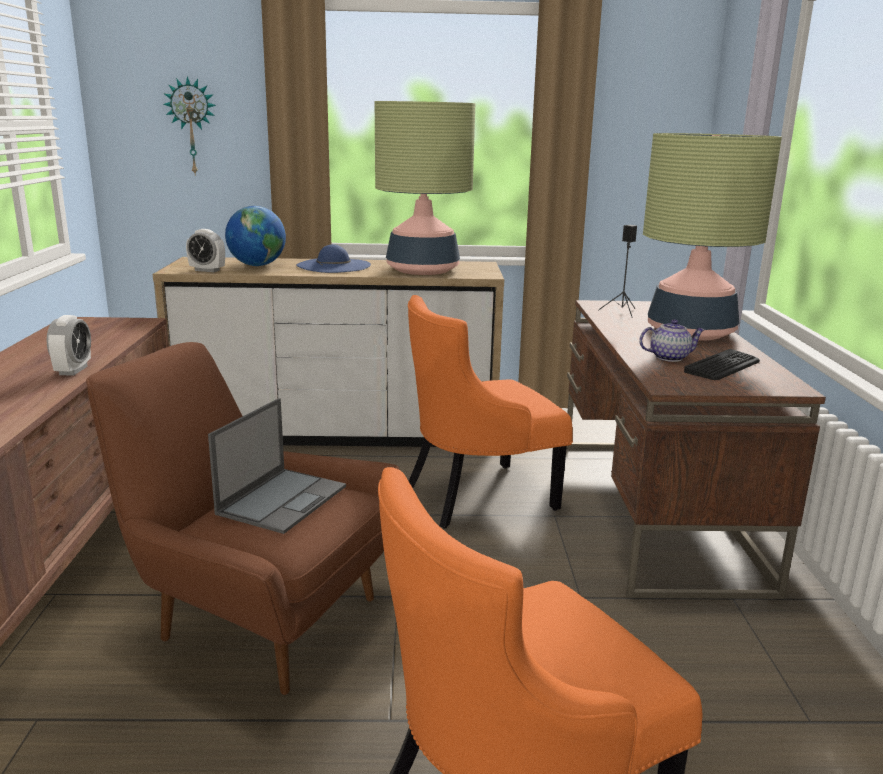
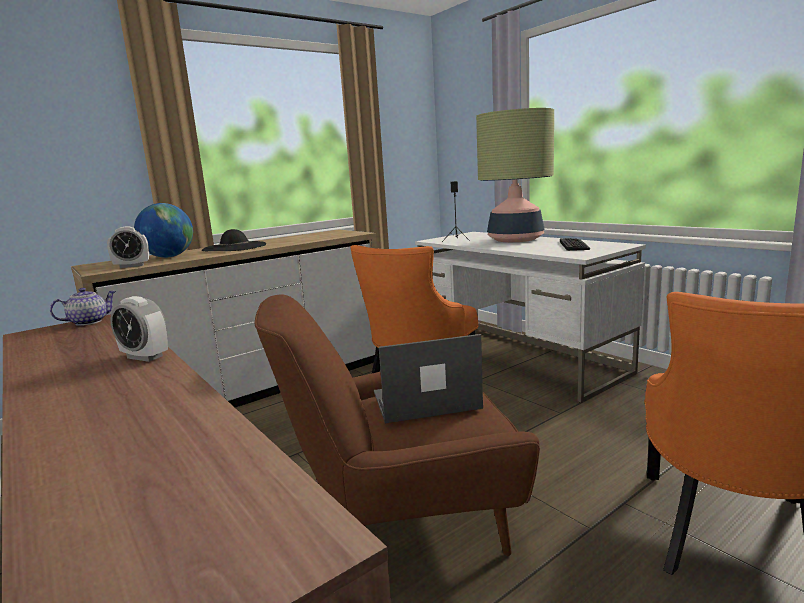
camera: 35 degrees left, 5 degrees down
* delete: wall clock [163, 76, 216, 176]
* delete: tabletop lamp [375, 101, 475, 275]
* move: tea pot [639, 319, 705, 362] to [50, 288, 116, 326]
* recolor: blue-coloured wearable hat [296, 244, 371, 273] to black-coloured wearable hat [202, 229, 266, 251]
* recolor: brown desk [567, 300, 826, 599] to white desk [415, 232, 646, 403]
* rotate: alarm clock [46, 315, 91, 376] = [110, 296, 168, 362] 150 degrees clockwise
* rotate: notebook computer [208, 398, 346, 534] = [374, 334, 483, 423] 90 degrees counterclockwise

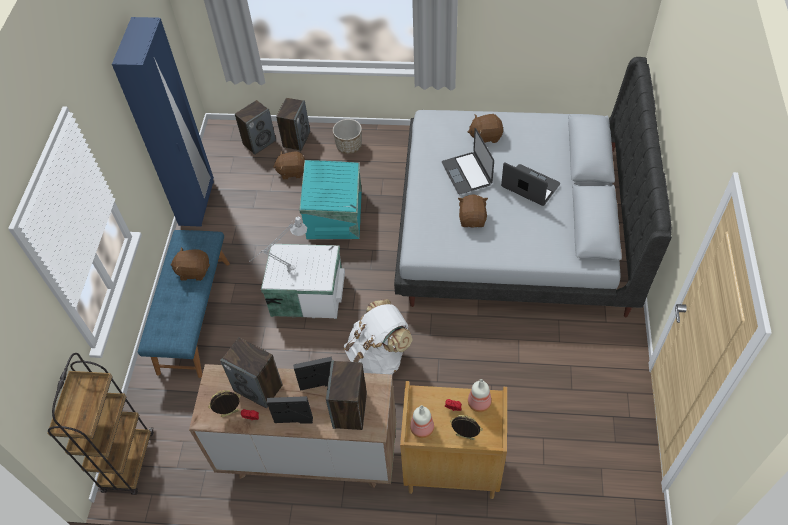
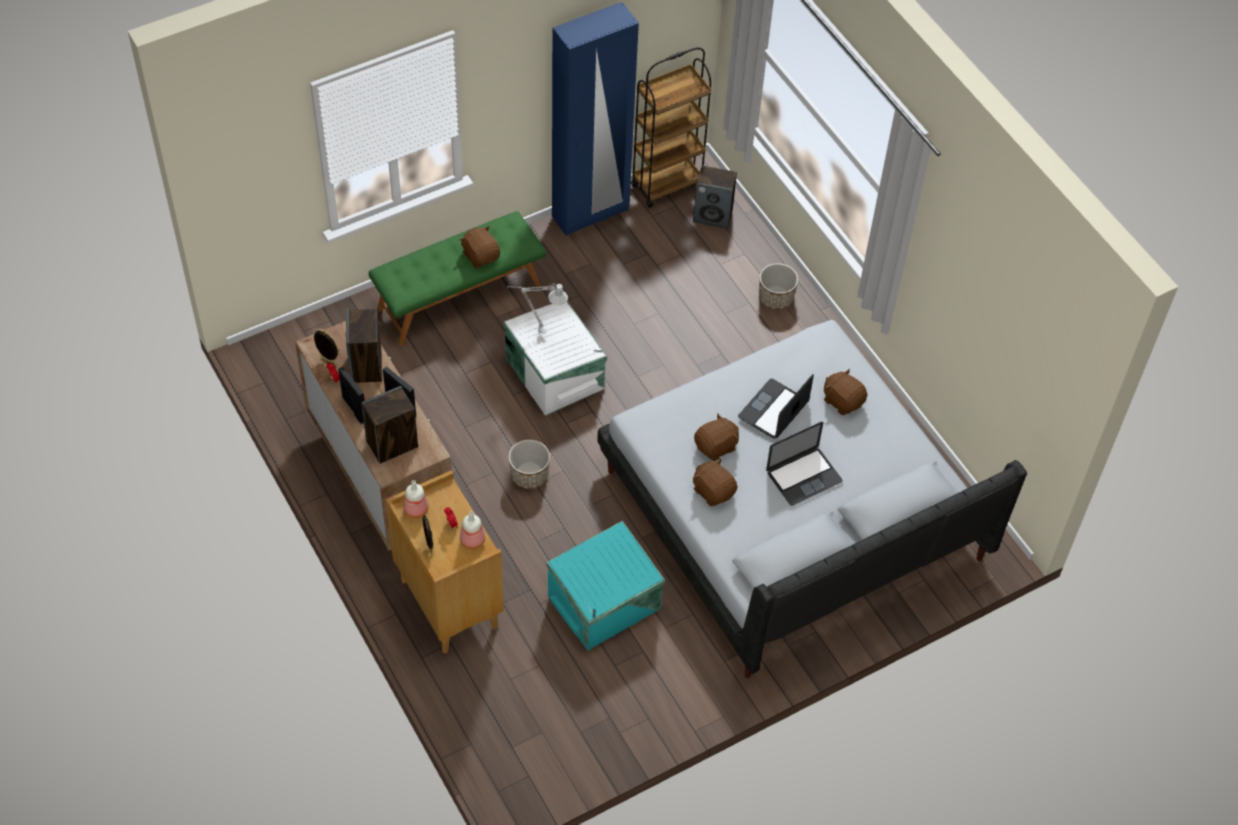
camera: 50 degrees right, 0 degrees up
* delete: audio speaker [276, 98, 310, 151]
* move: brown wheeled cart [47, 353, 154, 495] to [631, 47, 711, 208]
* move: brown soft toy [273, 152, 305, 179] to [693, 459, 738, 506]
* move: turquoise storage bin [299, 160, 362, 240] to [546, 521, 665, 651]
* replace: white backpack [344, 299, 412, 375] to planter [509, 440, 550, 489]
* recolor: blue-coloured long seat [138, 230, 230, 378] to greenish long seat [369, 211, 546, 346]
* rotate: notebook computer [501, 162, 560, 206] = [766, 422, 843, 506] 60 degrees clockwise

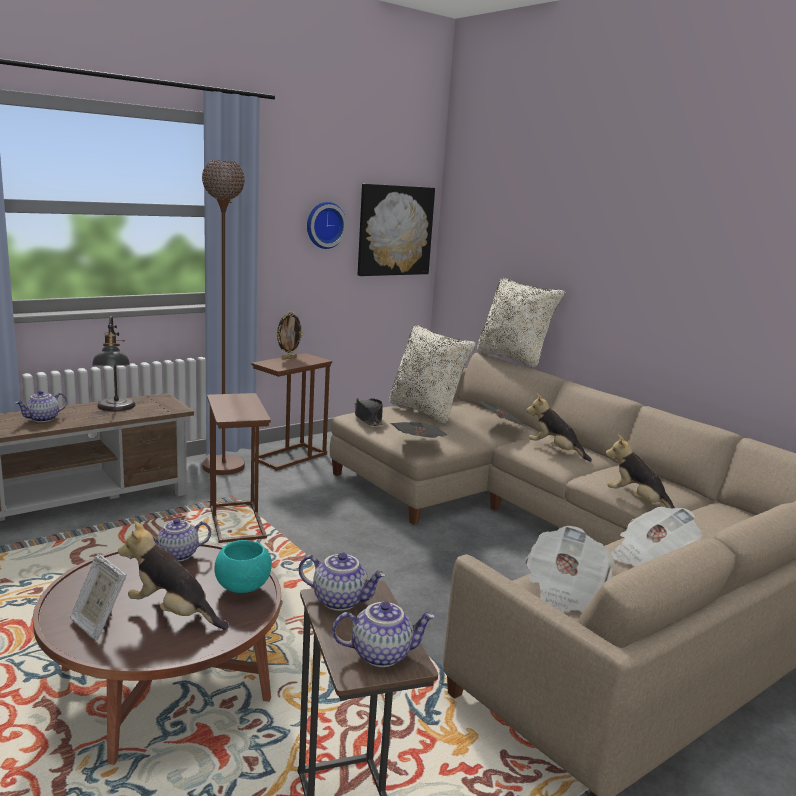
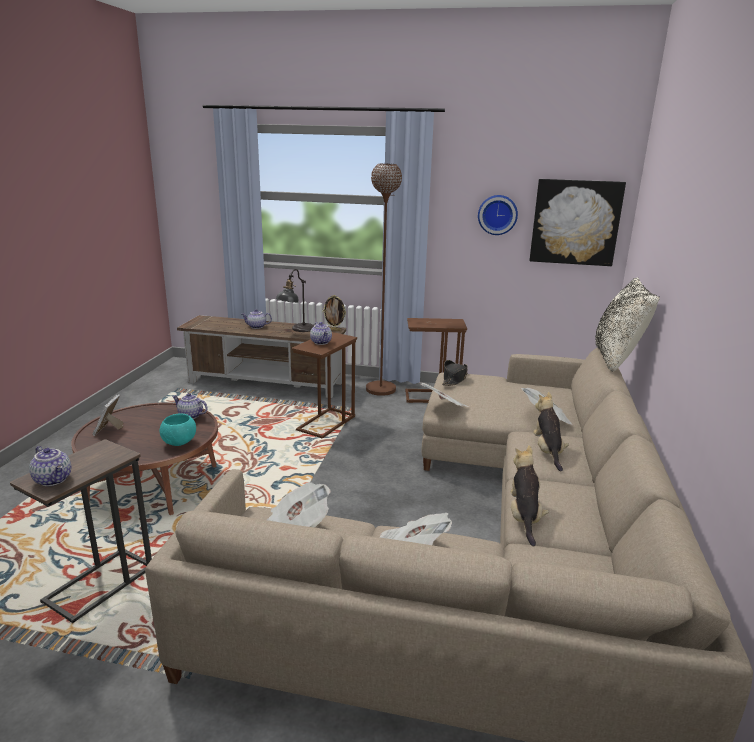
camera: 50 degrees right, 5 degrees up
* delete: soft toy [118, 521, 229, 630]
* delete: beige-coloured cushion [389, 325, 476, 423]
* move: standing frame [276, 312, 304, 359] to [322, 295, 346, 331]
* move: tea pot [299, 552, 386, 611] to [310, 322, 332, 345]

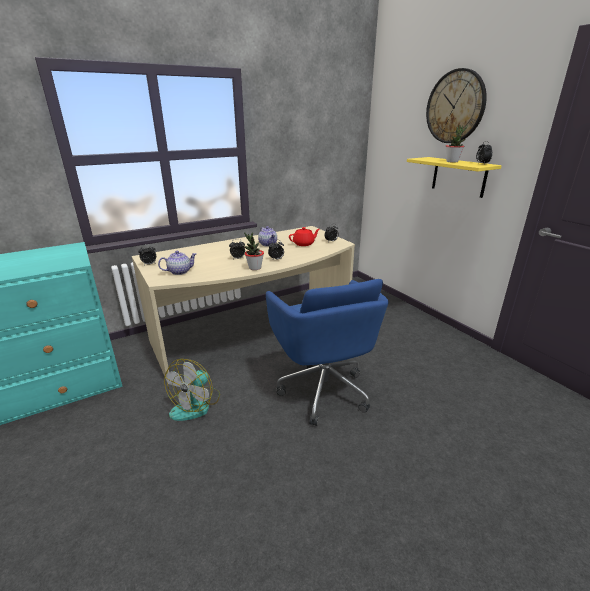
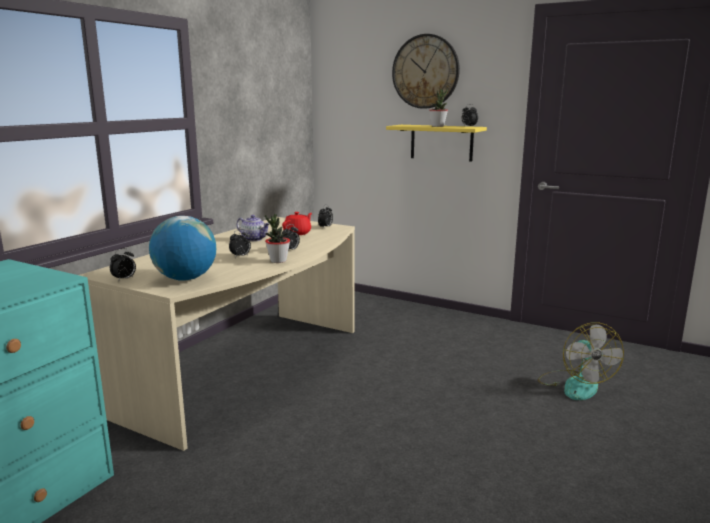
camera: 30 degrees left, 10 degrees down
* delete: blue-coloured computer chair [266, 279, 389, 426]
* move: electric fan [164, 359, 220, 421] to [538, 322, 624, 400]
* replace: tea pot [158, 251, 197, 275] to world globe [149, 216, 216, 281]

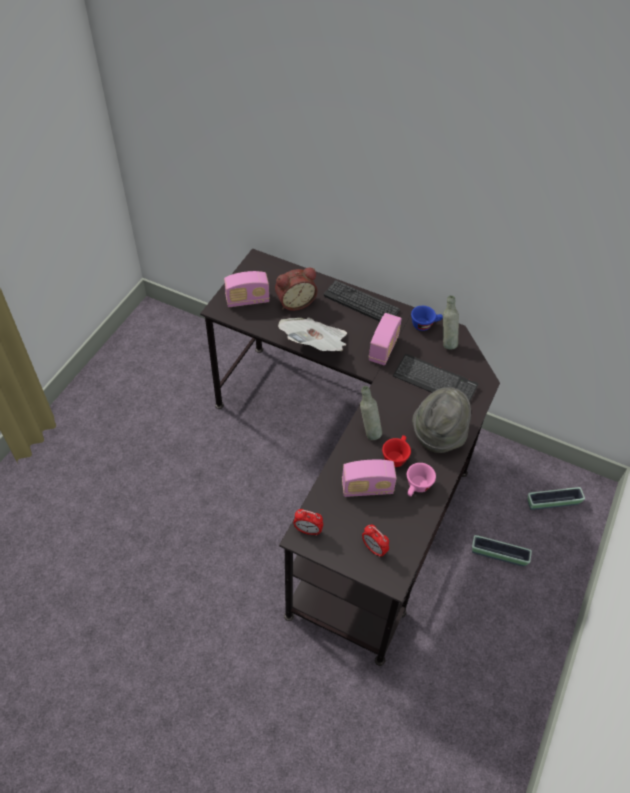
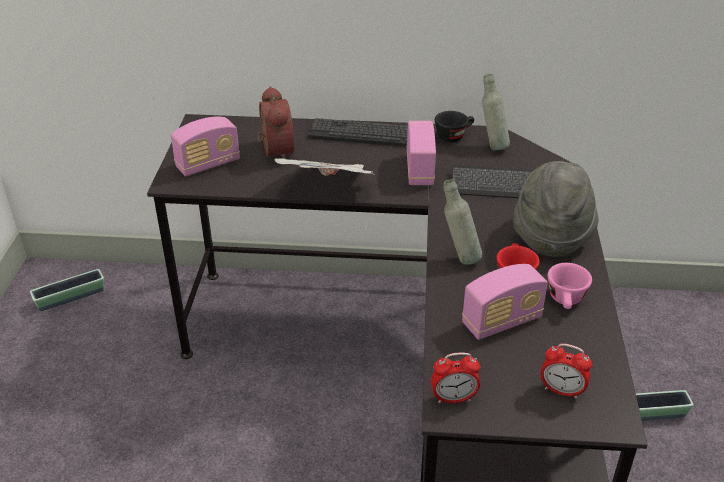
camera: 20 degrees left, 15 degrees down
* move: planter [528, 487, 585, 510] to [30, 269, 104, 311]
* recolor: blue-coloured drinking cup [411, 306, 443, 331] to black-coloured drinking cup [435, 111, 474, 142]
* rotate: alarm clock [275, 268, 318, 311] = [257, 86, 294, 159] 60 degrees counterclockwise

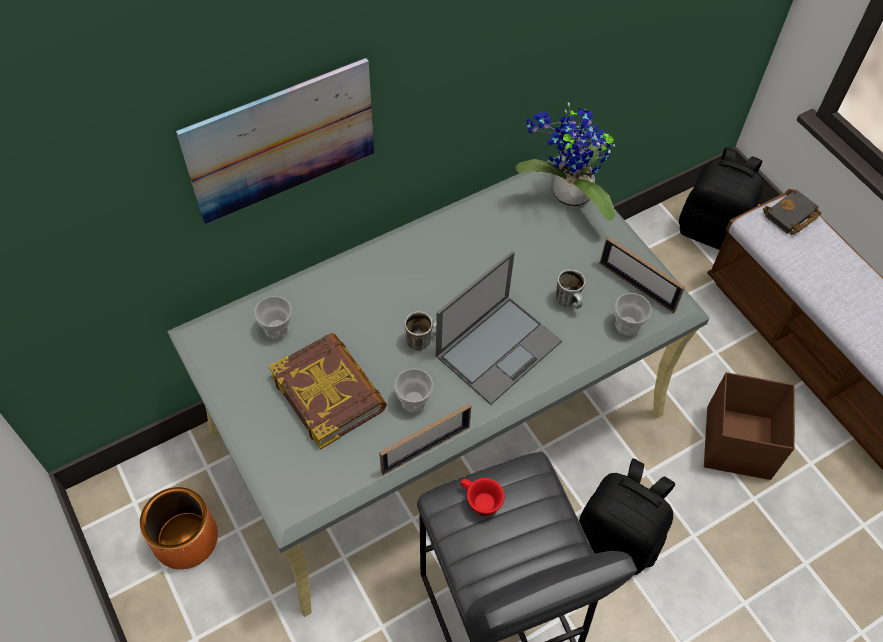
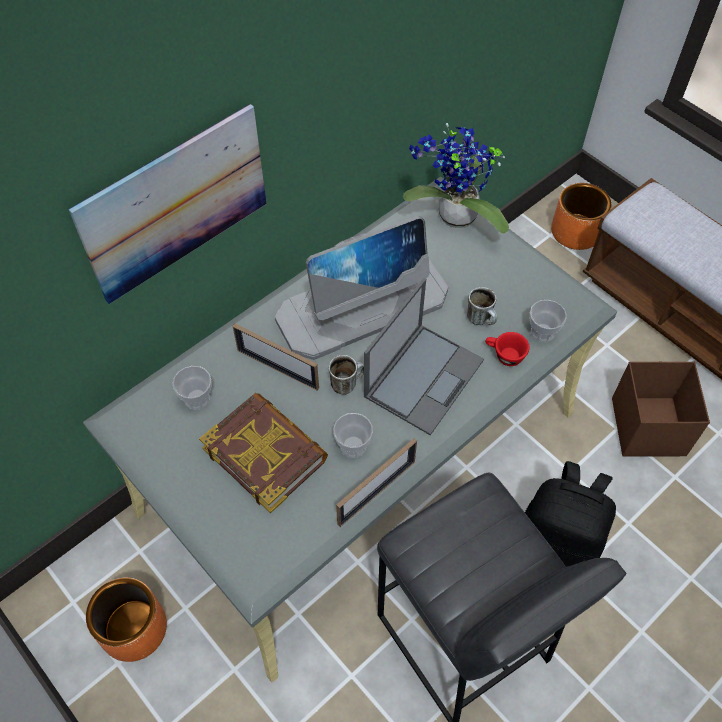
camera: 10 degrees left, 0 degrees up
* delete: black-coloured book [763, 189, 821, 235]
* insert: computer display [275, 216, 448, 360]
* move: red-coloured drinking cup [460, 478, 504, 516] to [485, 332, 530, 366]
* move: standing frame [599, 236, 685, 313] to [233, 323, 319, 391]
* replace: black-coloured backpack [679, 147, 763, 250] to orange-coloured planter [551, 183, 612, 250]

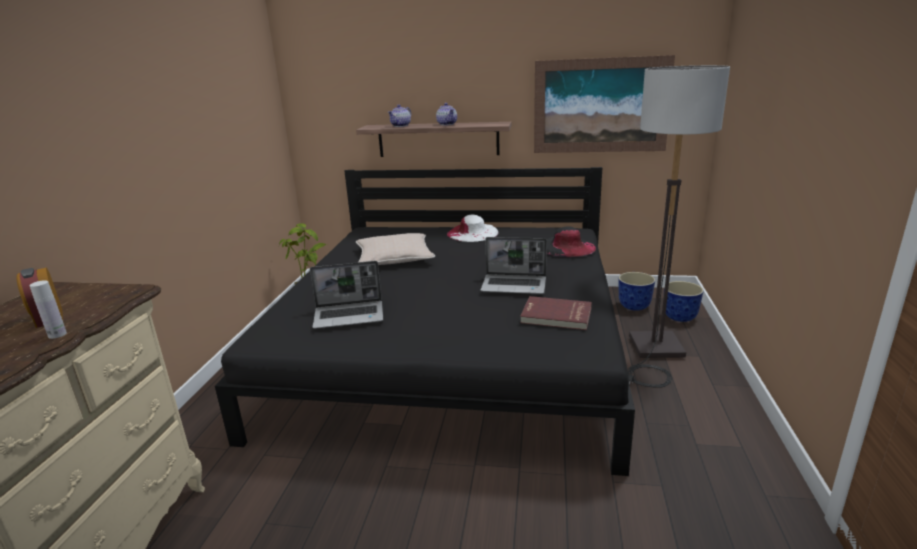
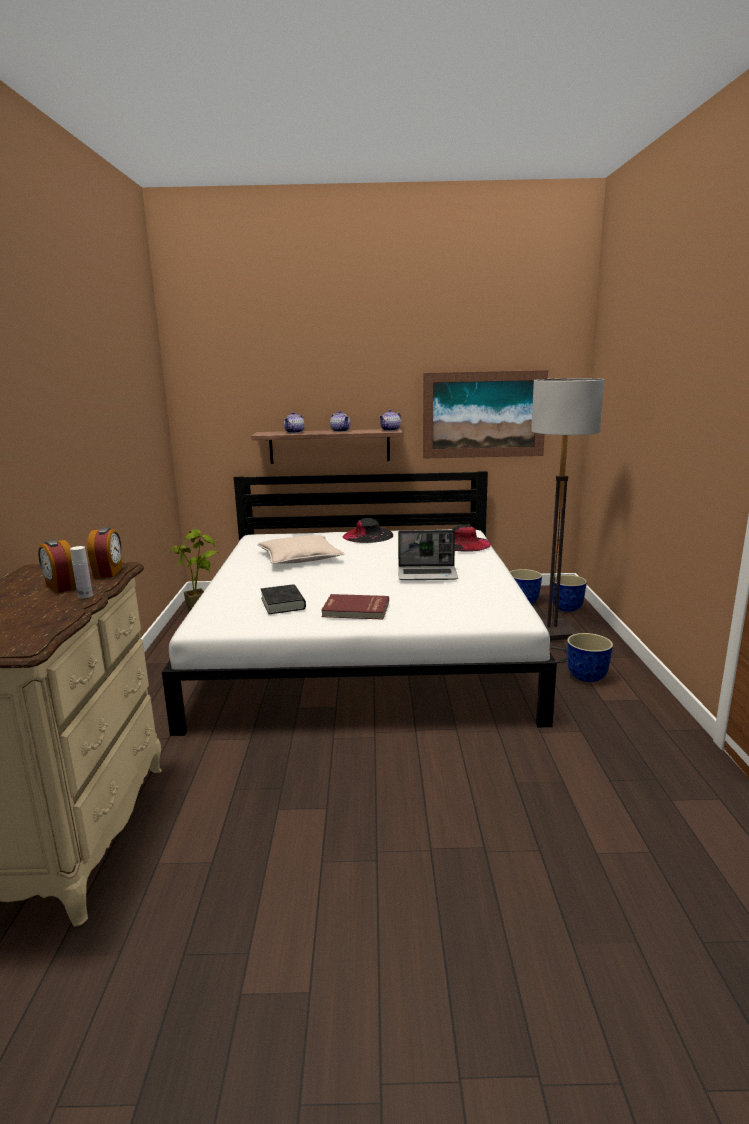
camera: 10 degrees left, 5 degrees down
* insert: alarm clock [87, 527, 122, 578]
* insert: tea pot [379, 409, 401, 431]
* insert: planter [567, 633, 613, 682]
* move: red-coloured book [520, 296, 592, 330] to [321, 594, 389, 620]
* replace: notebook computer [310, 261, 383, 329] to black-coloured book [260, 584, 306, 614]
* recolor: black-coloured bed [215, 167, 635, 476] to white bed [162, 471, 557, 736]
* recolor: white wearable hat [447, 215, 499, 242] to black-coloured wearable hat [343, 518, 393, 543]

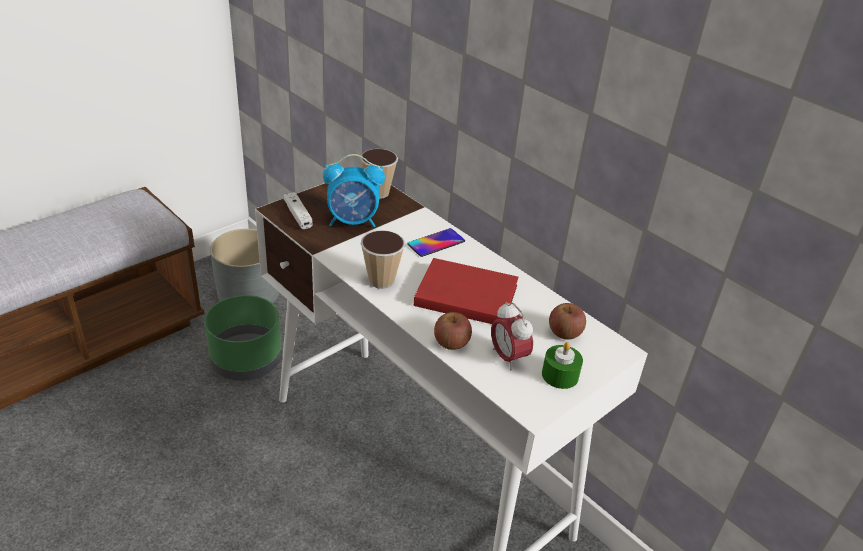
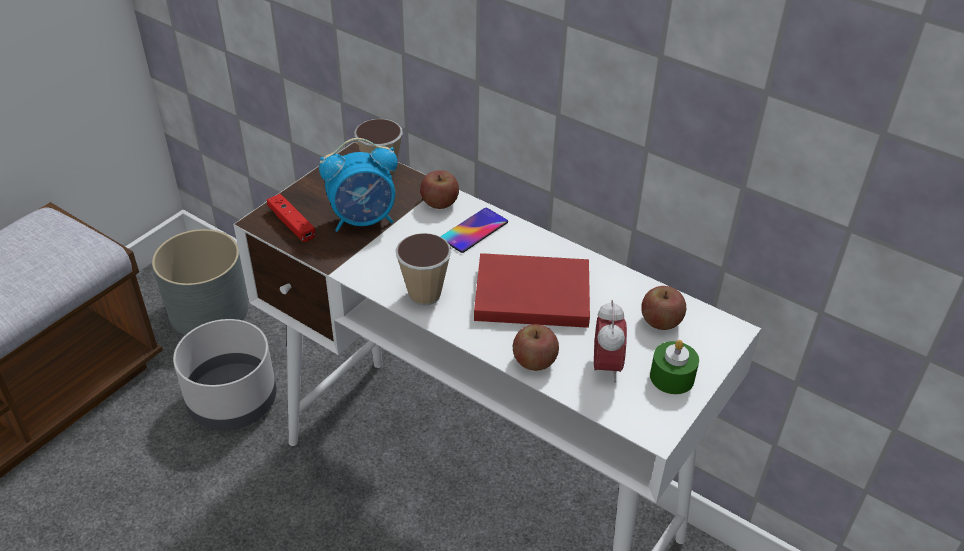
camera: 10 degrees left, 5 degrees up
* insert: whole apple [420, 170, 459, 209]
* recolor: greenish planter [204, 295, 282, 381] to grey planter [173, 319, 276, 430]
* recolor: white gamepad [284, 192, 313, 229] to red-coloured gamepad [267, 194, 315, 242]
* rotate: alarm clock [491, 302, 533, 370] = [594, 300, 627, 382] 135 degrees counterclockwise

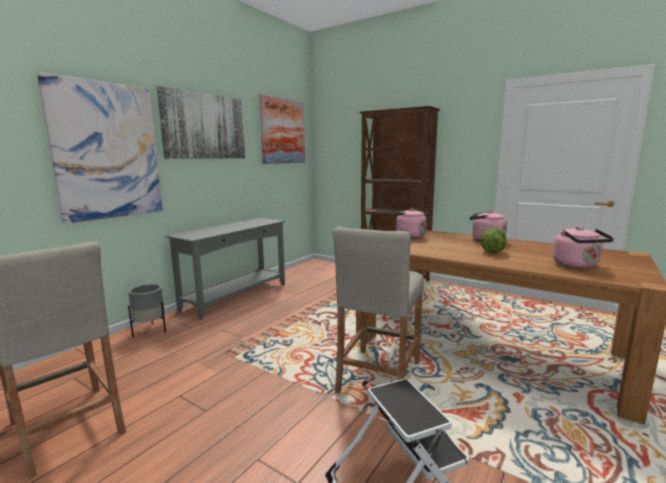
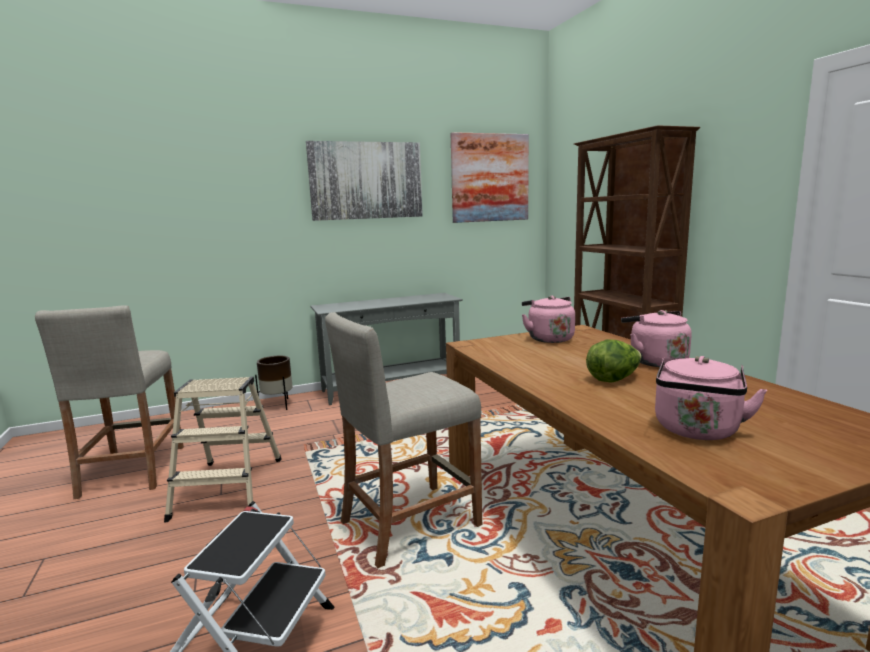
camera: 35 degrees right, 0 degrees up
* delete: picture [37, 72, 163, 224]
* insert: beige-coloured step stool [164, 376, 282, 522]
* recolor: grey planter [128, 284, 166, 337] to brown planter [255, 356, 293, 410]

